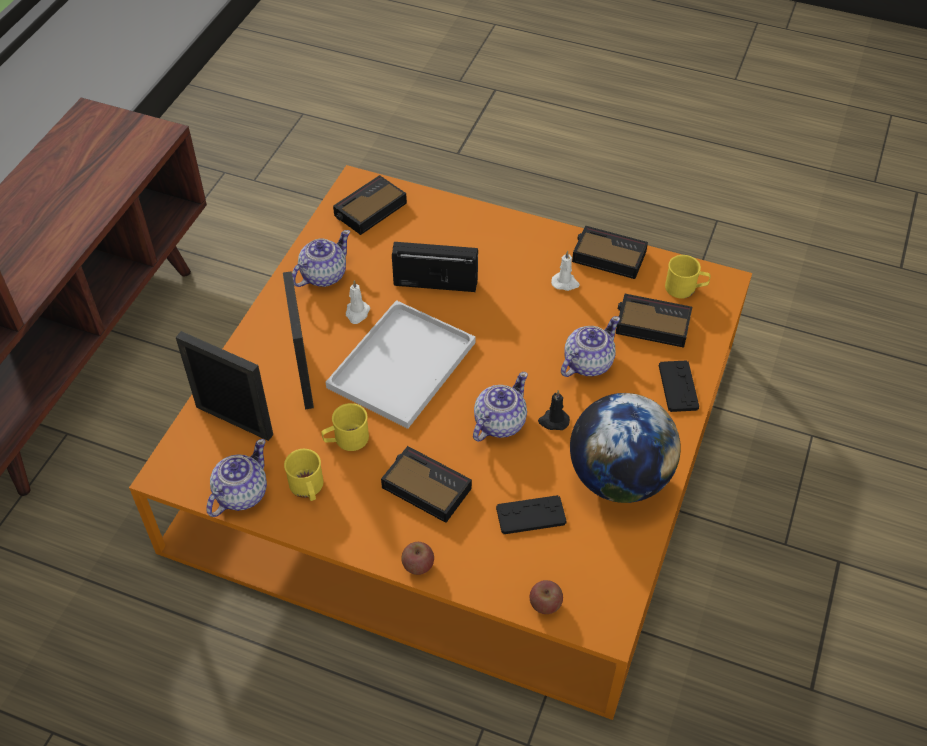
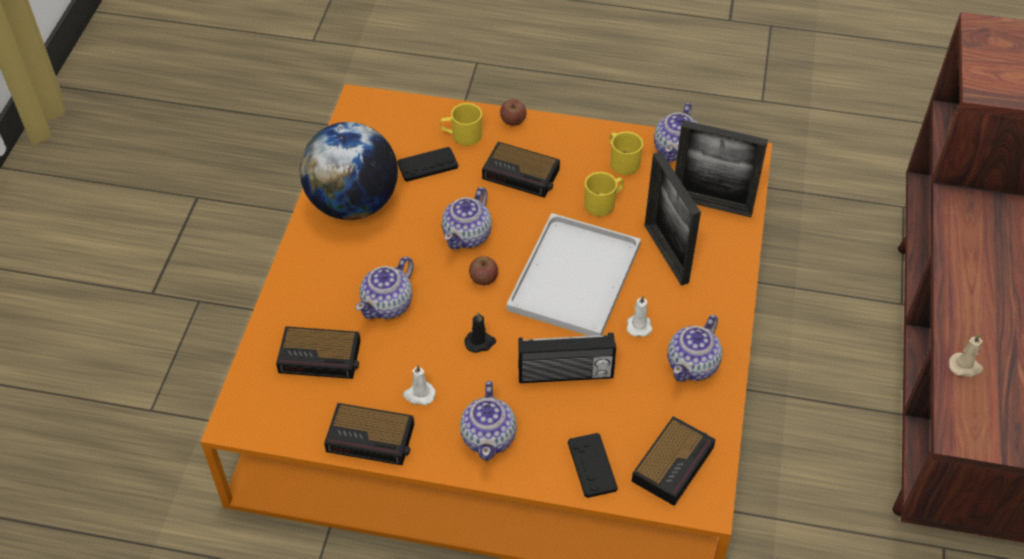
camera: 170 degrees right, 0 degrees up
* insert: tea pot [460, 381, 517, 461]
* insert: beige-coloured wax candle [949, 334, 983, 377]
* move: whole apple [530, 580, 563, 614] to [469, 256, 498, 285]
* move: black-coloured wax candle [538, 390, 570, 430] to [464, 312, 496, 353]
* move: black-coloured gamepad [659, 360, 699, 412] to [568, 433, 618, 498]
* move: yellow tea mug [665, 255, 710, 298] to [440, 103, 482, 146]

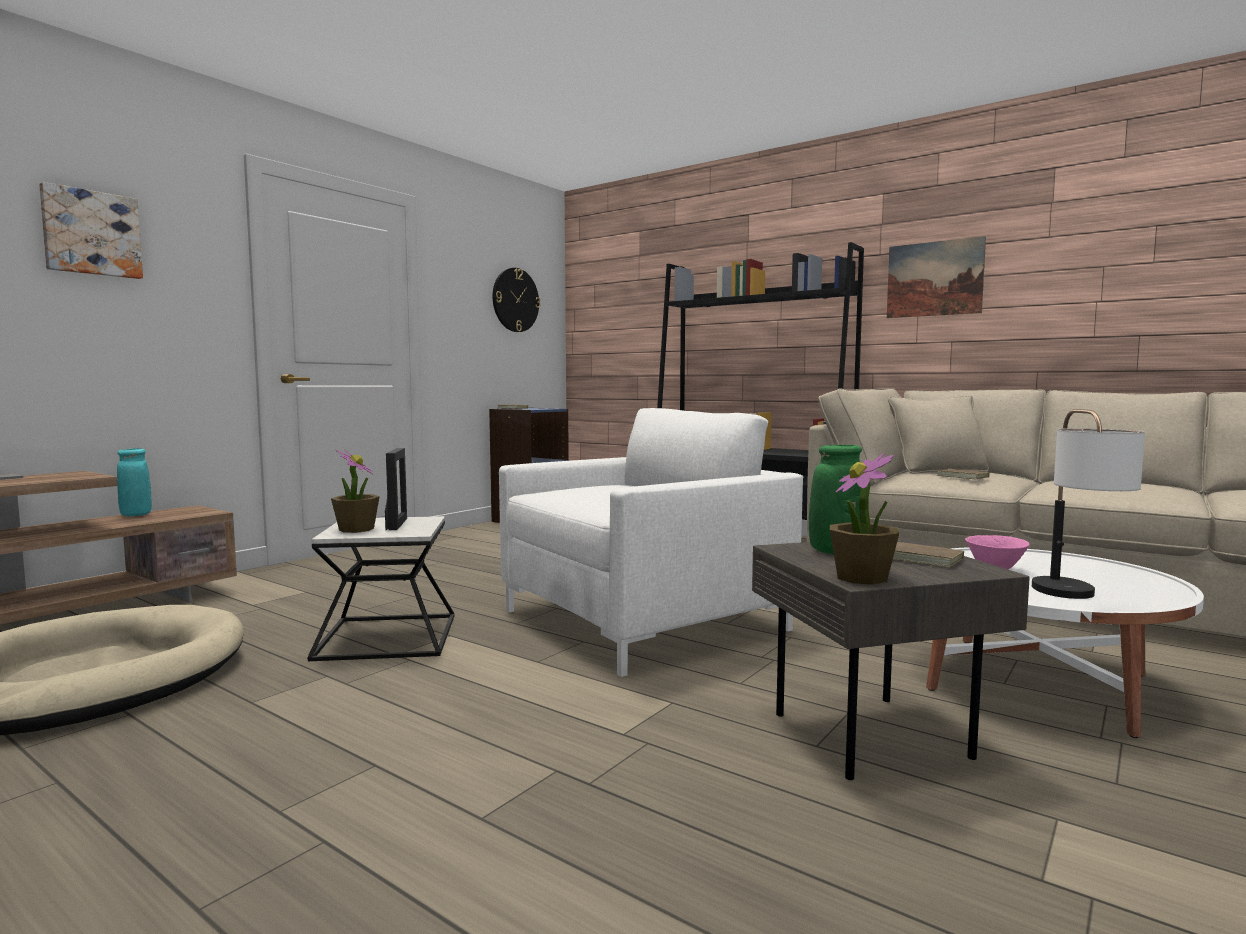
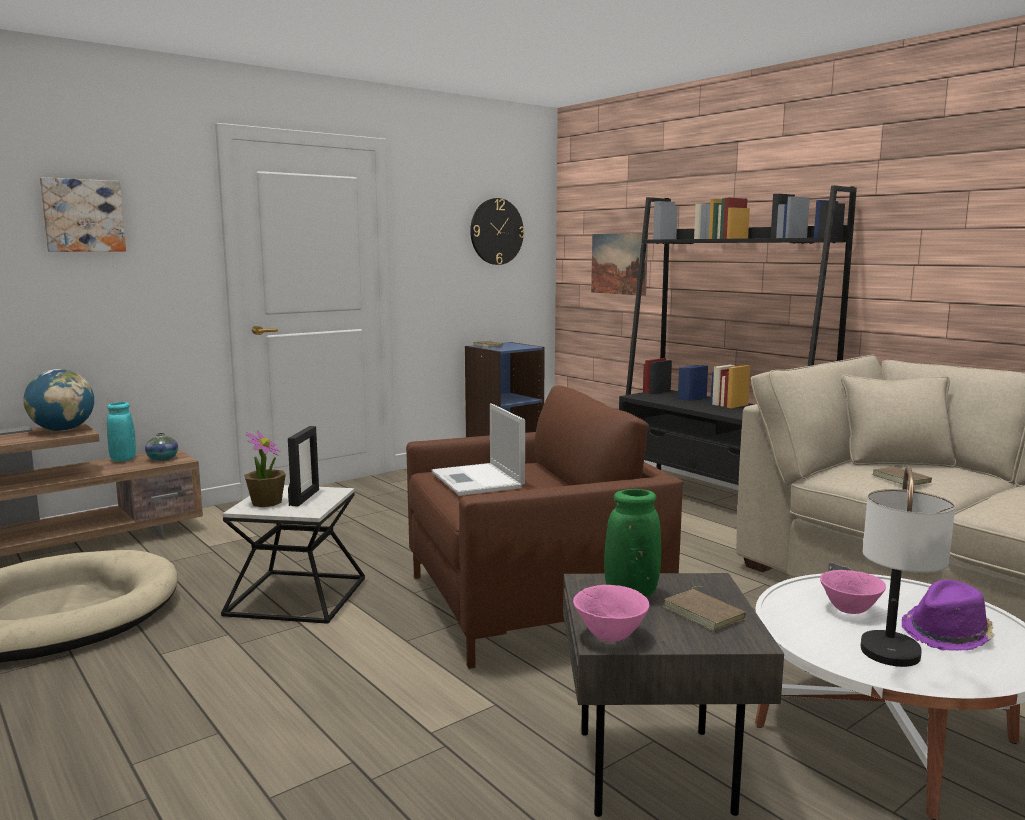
camera: 15 degrees right, 5 degrees up
* insert: world globe [23, 369, 94, 431]
* insert: vase [145, 433, 178, 461]
* insert: notebook computer [432, 403, 525, 496]
* insert: purple wearable hat [902, 579, 995, 651]
* move: picture [887, 236, 986, 318] to [591, 233, 648, 296]
* replace: houseplant [830, 453, 899, 585] to pinkish serving bowl [573, 585, 650, 642]
* recolor: white armchair [499, 408, 803, 677] to brown armchair [406, 385, 683, 669]

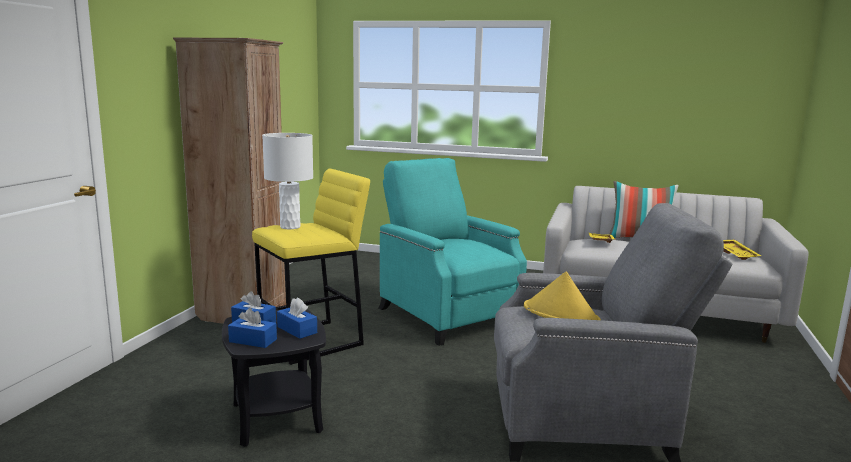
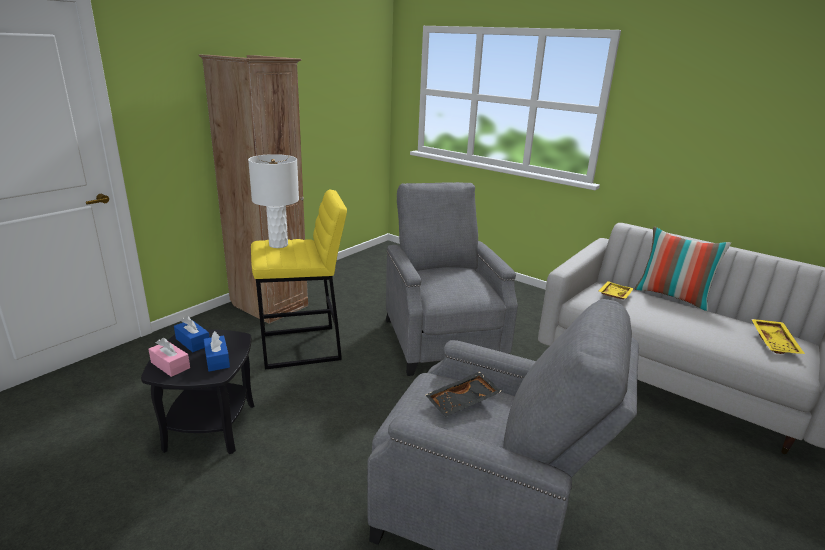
camera: 20 degrees right, 10 degrees up
* replace: yellow wearable hat [524, 272, 601, 320] to black-coloured carrying tray [426, 371, 502, 417]
* recolor: blue-coloured tissue box [228, 308, 277, 348] to pinkish tissue box [148, 338, 190, 377]
* recolor: turquoise armchair [378, 158, 527, 346] to grey armchair [386, 182, 518, 376]

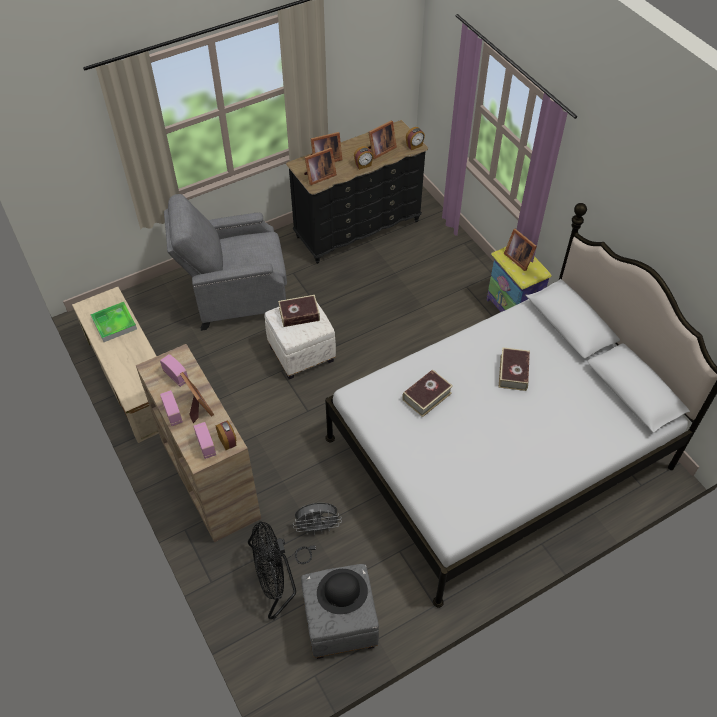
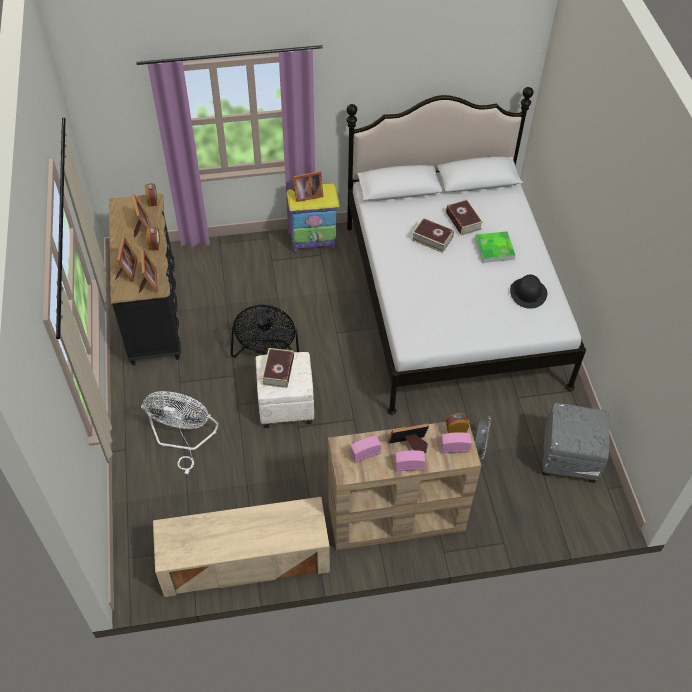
camera: 70 degrees left, 0 degrees up
* move: carrying tray [90, 302, 137, 342] to [475, 231, 516, 263]
* move: black-coloured electric fan [248, 521, 315, 620] to [231, 304, 299, 359]
* move: black-coloured wearable hat [317, 569, 368, 614] to [510, 275, 547, 309]
* move: book [402, 369, 453, 417] to [446, 199, 483, 236]
* replace: grey armchair [164, 194, 287, 331] to white electric fan [141, 391, 218, 475]

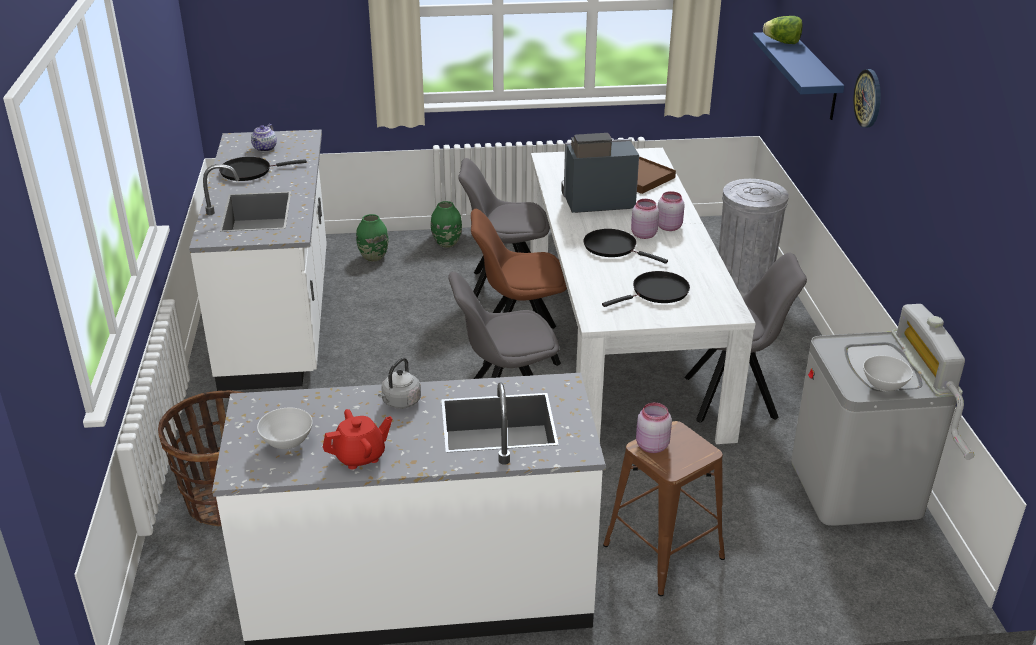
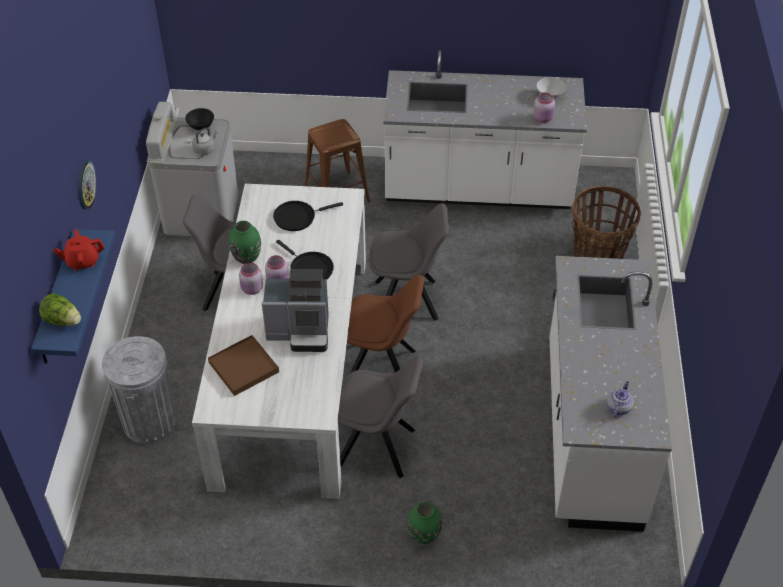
camera: 170 degrees left, 15 degrees up
* delete: black-coloured frying pan [219, 157, 307, 181]
* move: red-coloured tea pot [323, 409, 392, 470] to [53, 230, 104, 270]
* move: greenish vase [356, 214, 388, 262] to [229, 221, 261, 264]
* move: grey tea kettle [378, 357, 421, 409] to [192, 127, 217, 155]
* move: pinkish jar [636, 403, 672, 453] to [533, 92, 555, 123]
* recolor: white serving bowl [863, 356, 913, 391] to black-coloured serving bowl [185, 108, 214, 130]

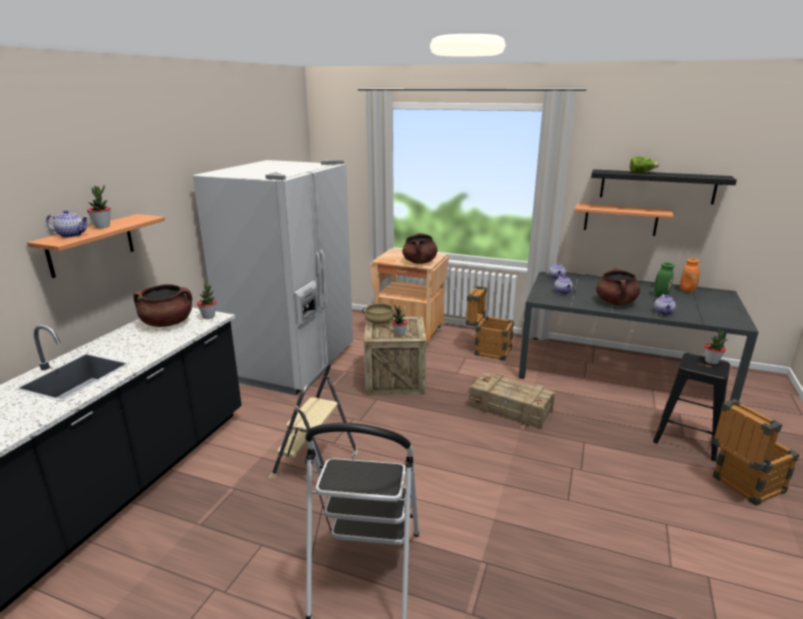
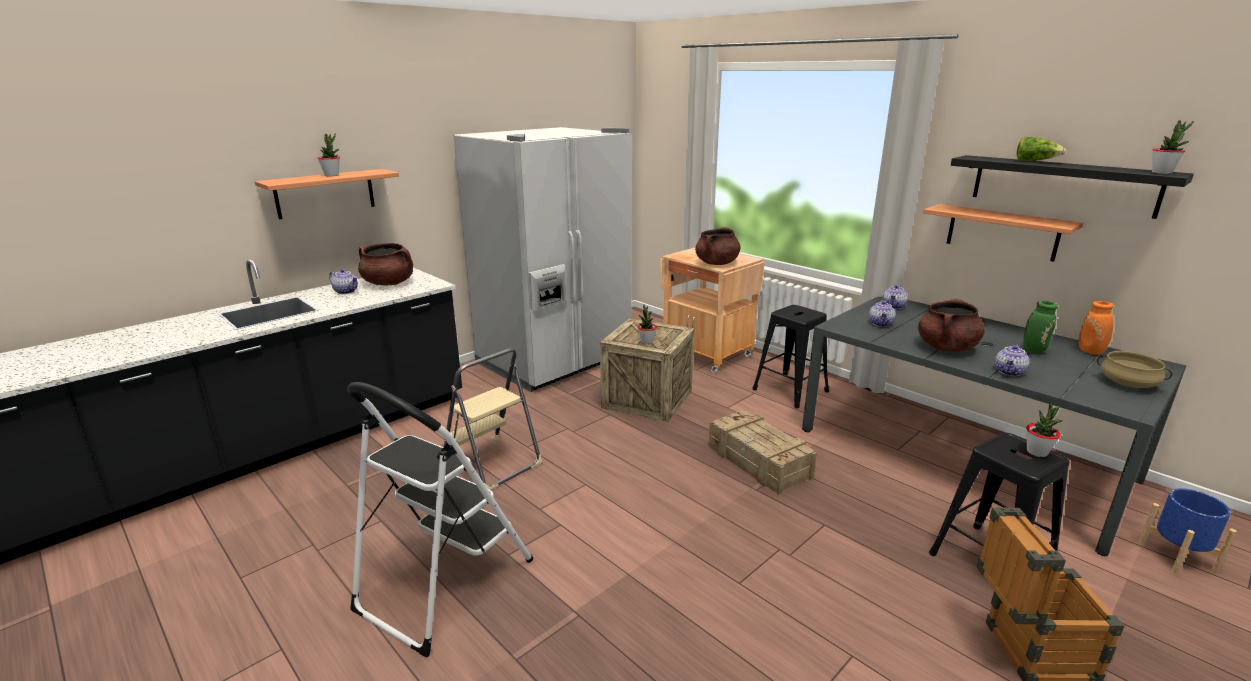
camera: 25 degrees right, 0 degrees up
* insert: blue-coloured planter [1138, 488, 1237, 574]
* move: tea pot [46, 210, 89, 238] to [329, 269, 358, 294]
* move: houseplant [197, 284, 216, 319] to [1152, 120, 1194, 174]
* move: beige-coloured stockpot [362, 303, 396, 324] to [1097, 351, 1172, 388]
* replace: crate [466, 286, 514, 361] to black-coloured stool seat [752, 305, 829, 408]

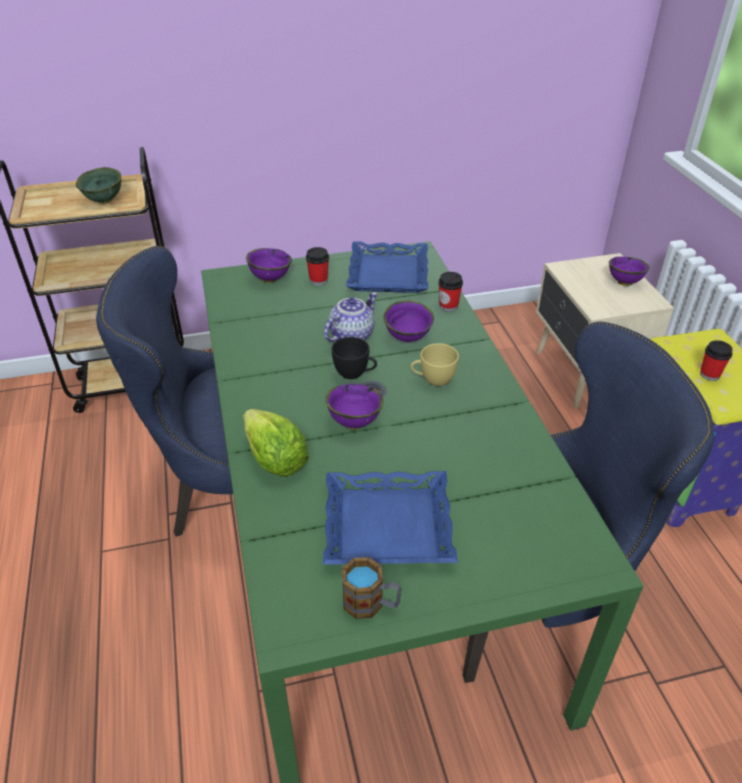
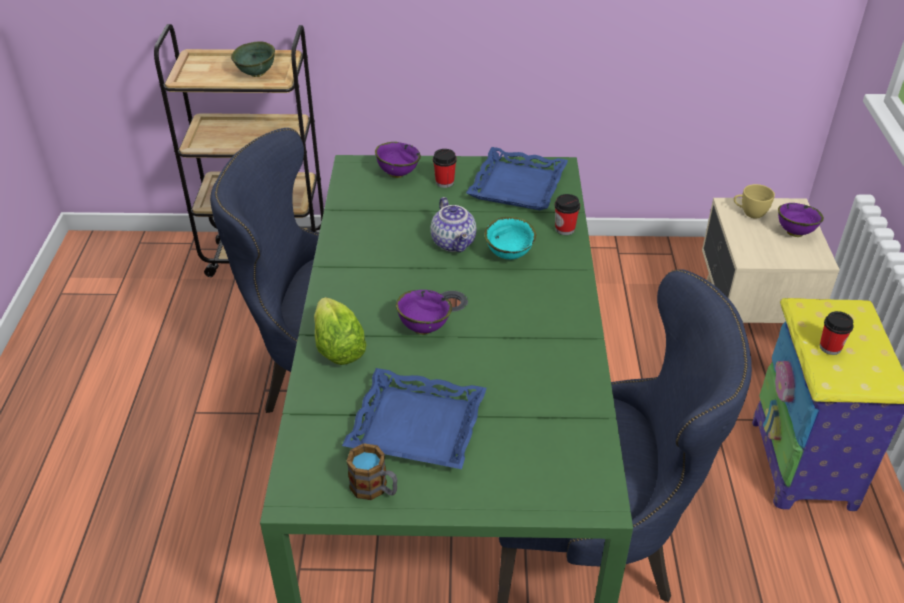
camera: 15 degrees right, 0 degrees up
* delete: black-coloured drinking cup [331, 337, 377, 379]
* move: yellow drinking cup [411, 343, 459, 386] to [734, 184, 775, 219]
* recolor: purple serving bowl [383, 301, 434, 342] to turquoise serving bowl [484, 217, 536, 259]
* rotate: tea pot [324, 292, 378, 342] = [431, 197, 477, 252] 105 degrees clockwise

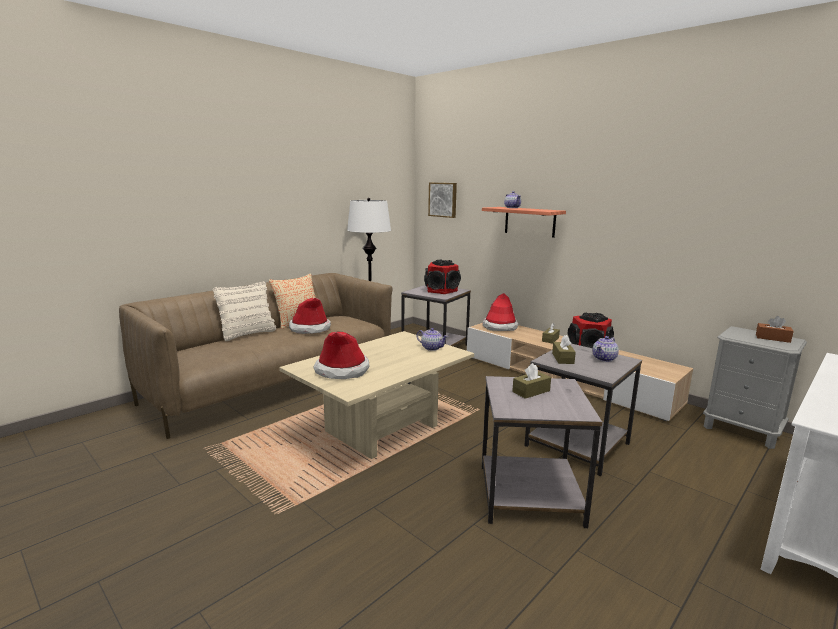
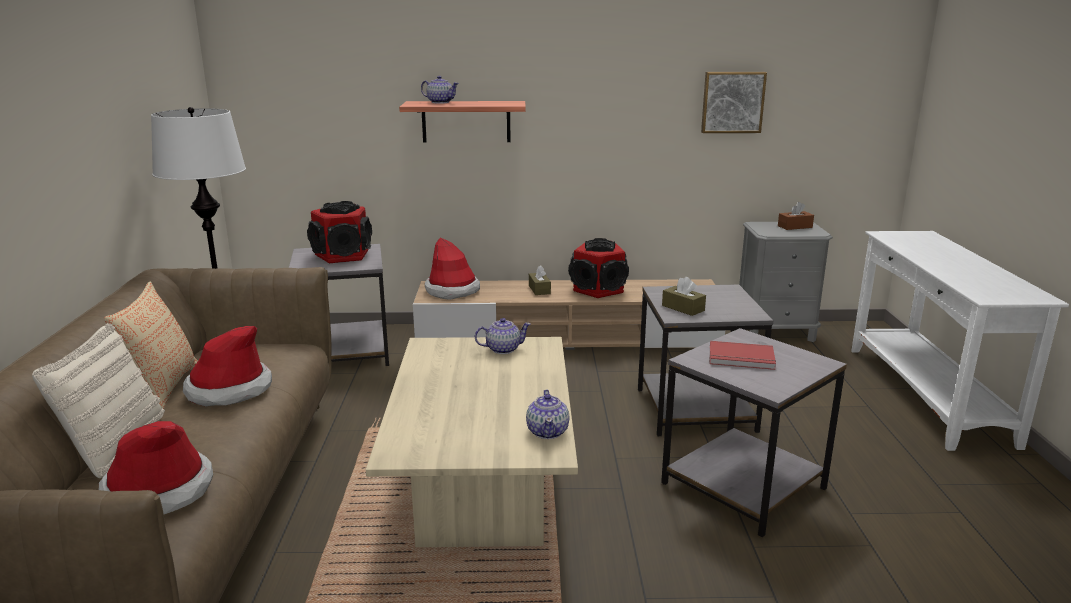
camera: 45 degrees left, 5 degrees up
* move: wearable hat [313, 332, 369, 379] to [99, 421, 213, 514]
* move: picture [428, 182, 457, 218] to [701, 72, 767, 133]
* move: tea pot [592, 336, 619, 362] to [526, 389, 569, 439]
* replace: brown tissue box [512, 363, 551, 399] to red-coloured book [709, 341, 776, 370]

